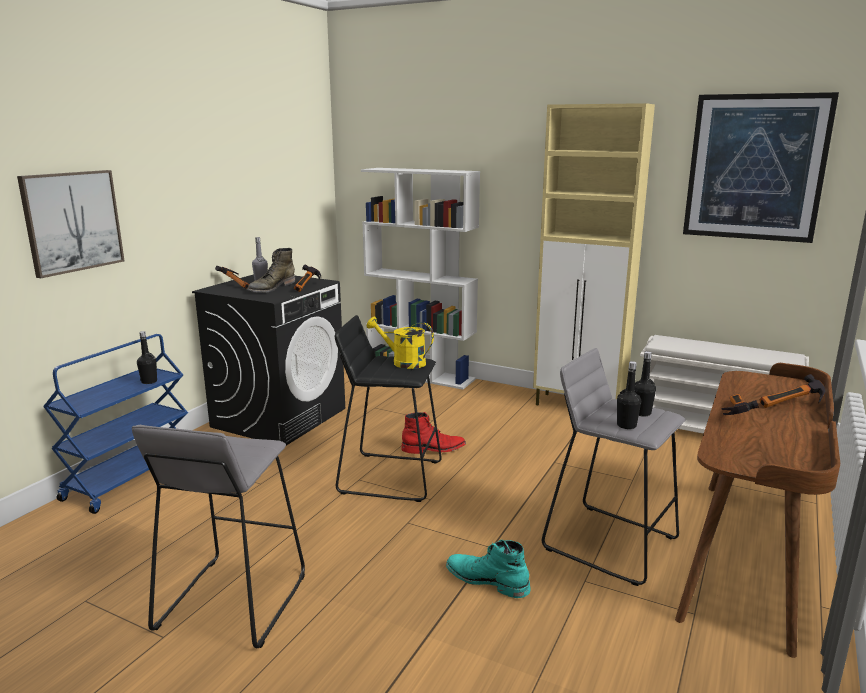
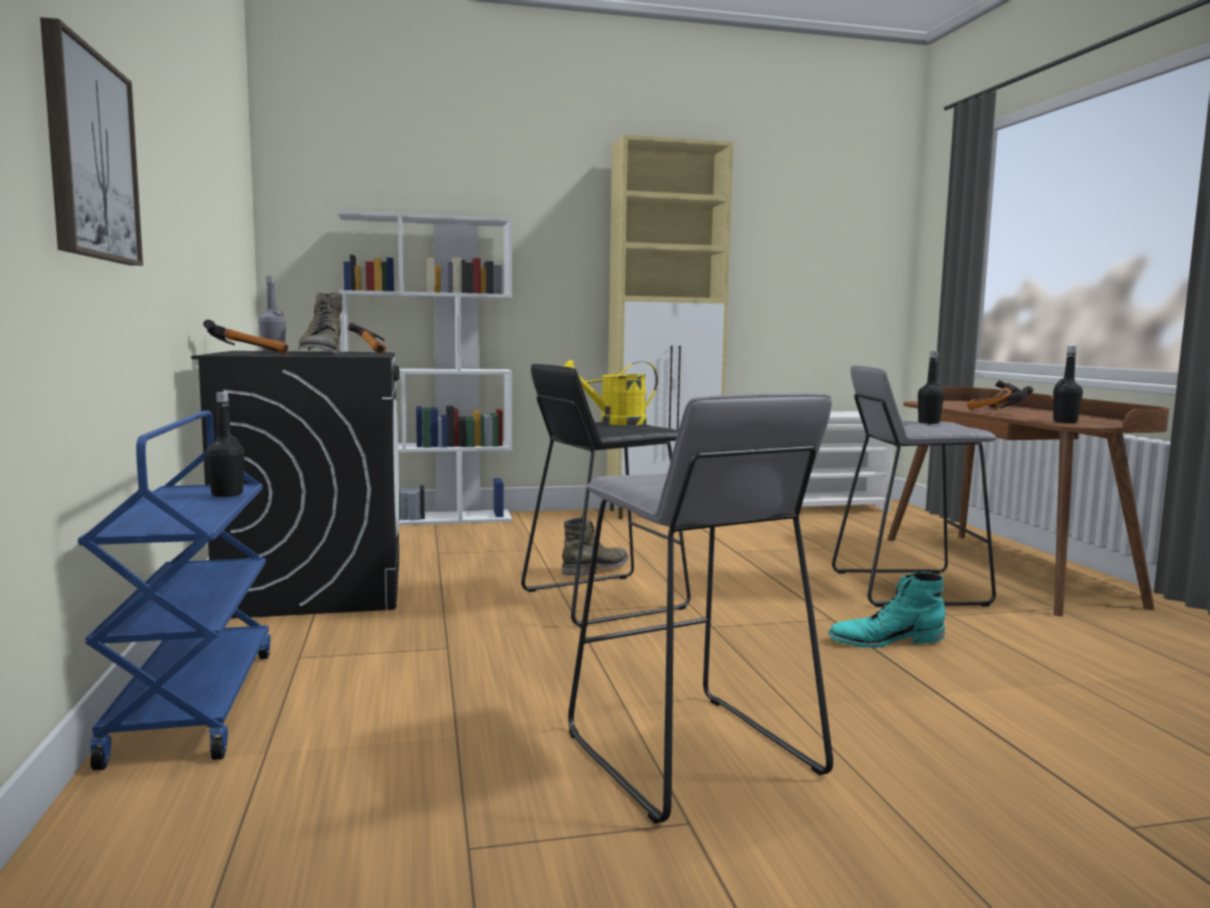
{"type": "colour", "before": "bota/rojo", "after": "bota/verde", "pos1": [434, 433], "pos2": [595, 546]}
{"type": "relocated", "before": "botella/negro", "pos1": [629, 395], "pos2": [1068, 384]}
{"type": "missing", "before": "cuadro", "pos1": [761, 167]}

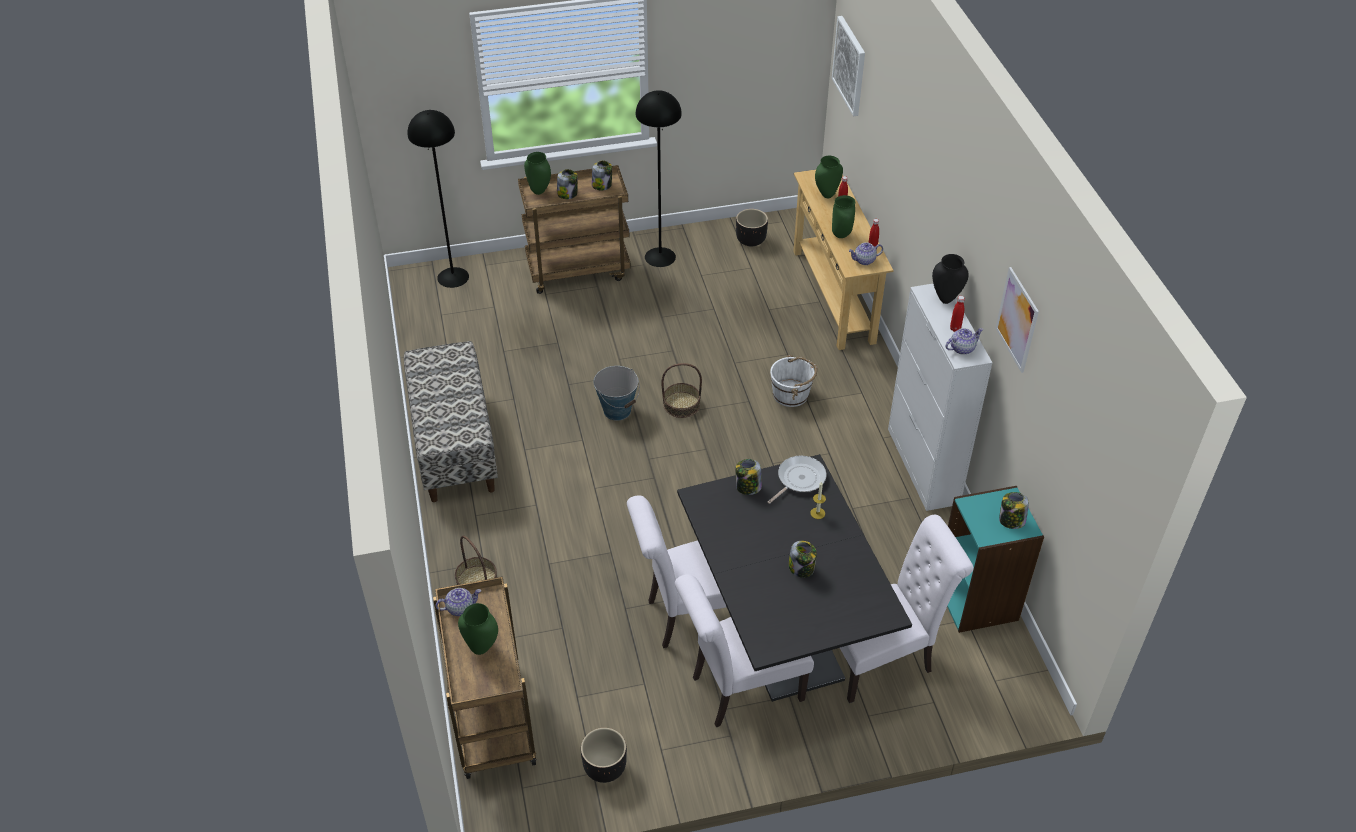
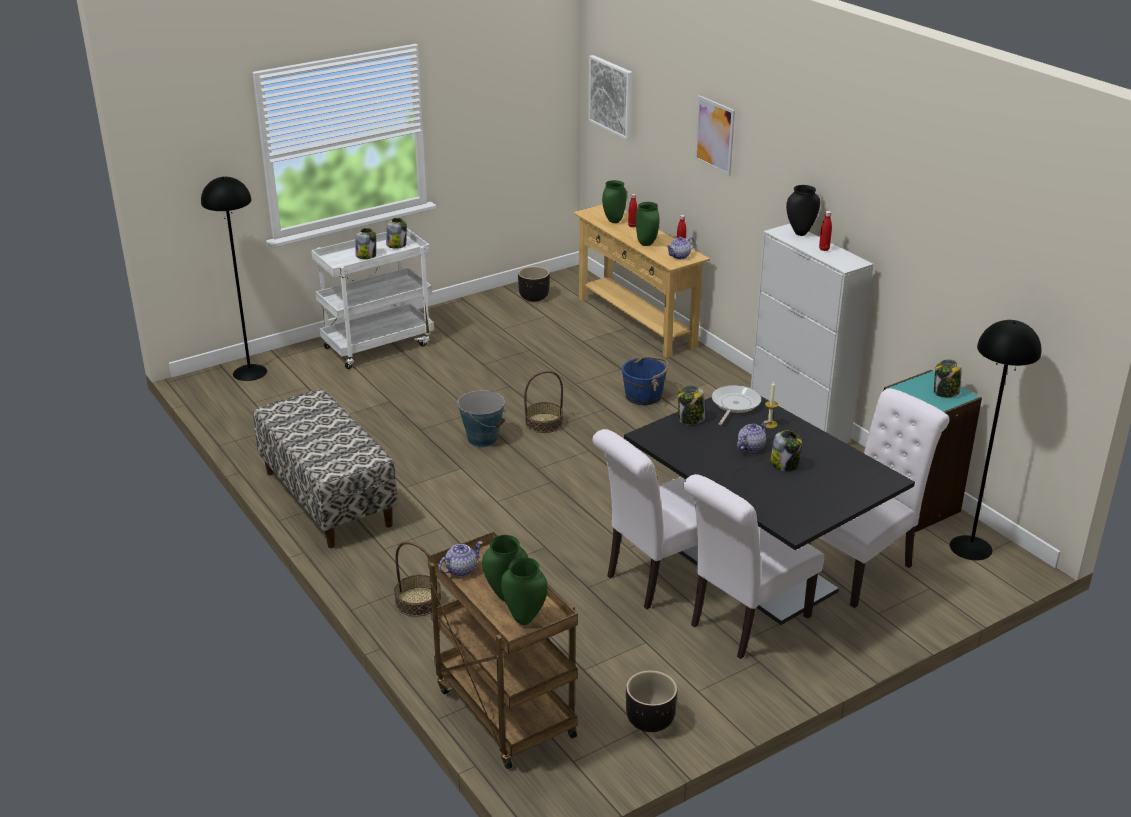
{"type": "colour", "before": "carrito/marrón", "after": "carrito/blanco", "pos1": [574, 229], "pos2": [372, 298]}
{"type": "relocated", "before": "florero/verde", "pos1": [537, 173], "pos2": [524, 591]}
{"type": "relocated", "before": "lámpara de pie/negro", "pos1": [659, 178], "pos2": [995, 440]}
{"type": "colour", "before": "cubo/blanco", "after": "cubo/azul", "pos1": [793, 381], "pos2": [645, 380]}
{"type": "relocated", "before": "tetera", "pos1": [964, 341], "pos2": [752, 436]}
{"type": "relocated", "before": "cuadro", "pos1": [1017, 320], "pos2": [715, 135]}

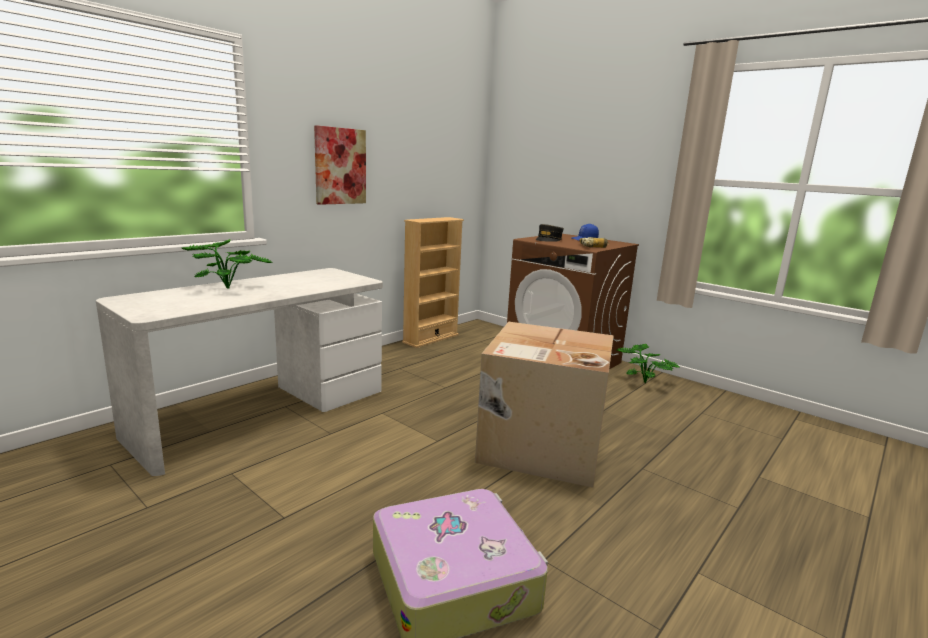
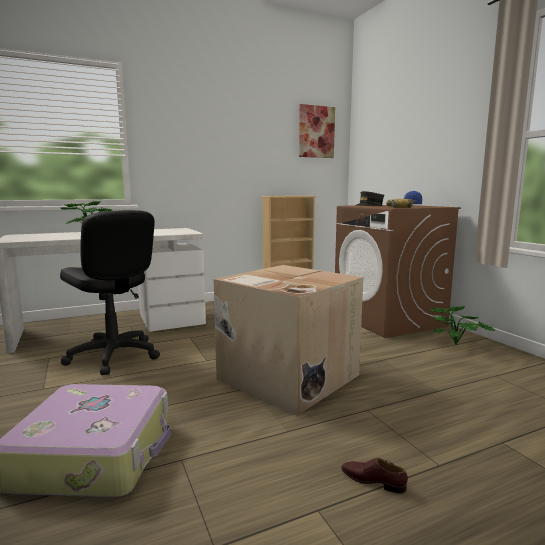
{"type": "relocated", "before": "cuadro", "pos1": [340, 165], "pos2": [317, 131]}
{"type": "appeared", "after": "silla de oficina/negro", "pos2": [110, 292]}
{"type": "appeared", "after": "zapato/marrón", "pos2": [374, 475]}

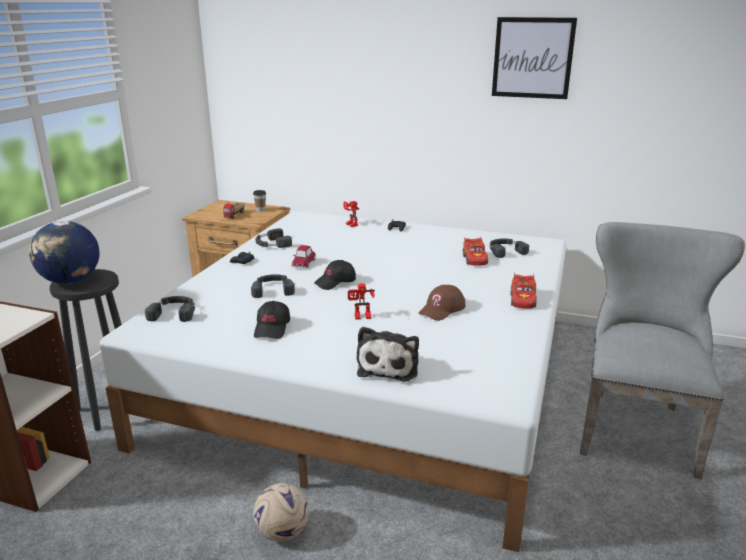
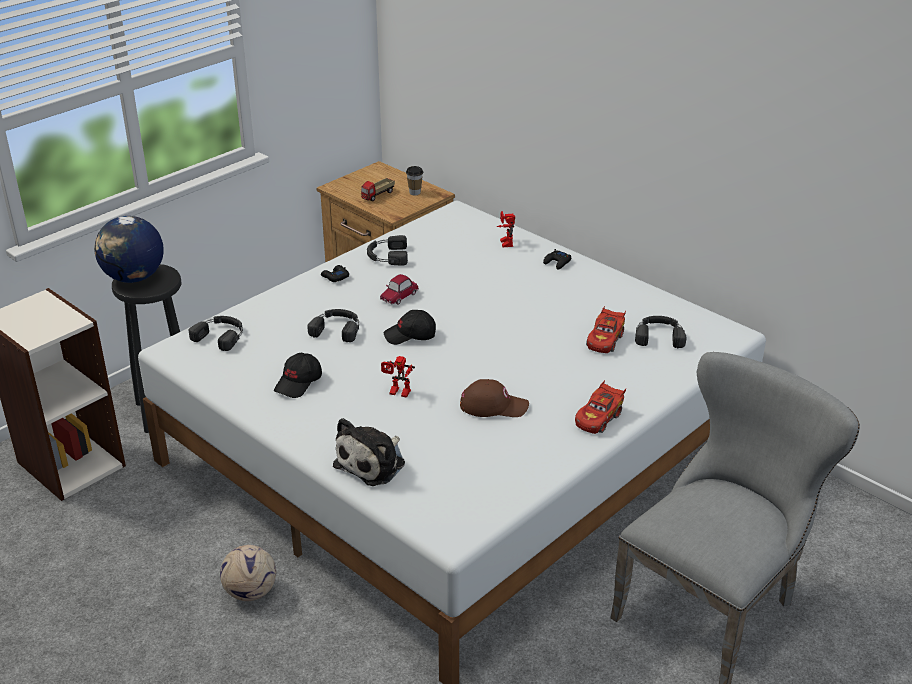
{"type": "spun", "before": "gorra/marrón", "pos1": [442, 303], "pos2": [494, 398], "turn": -150}
{"type": "missing", "before": "cuadro", "pos1": [534, 58]}

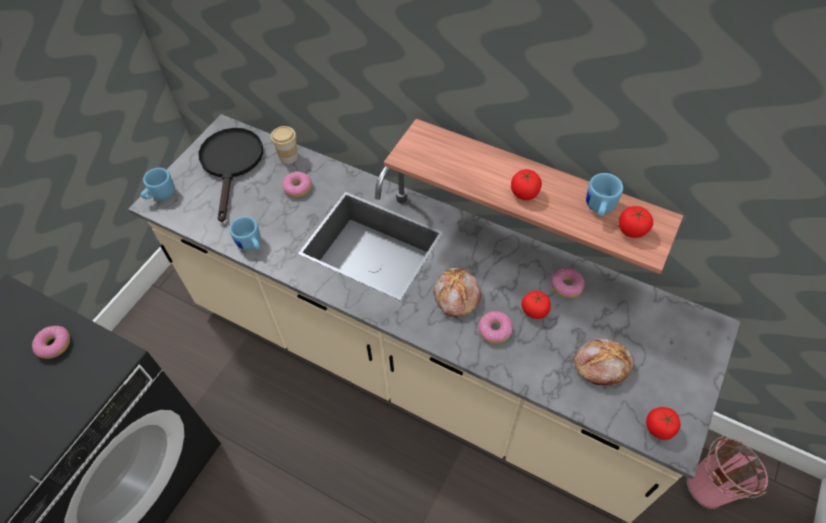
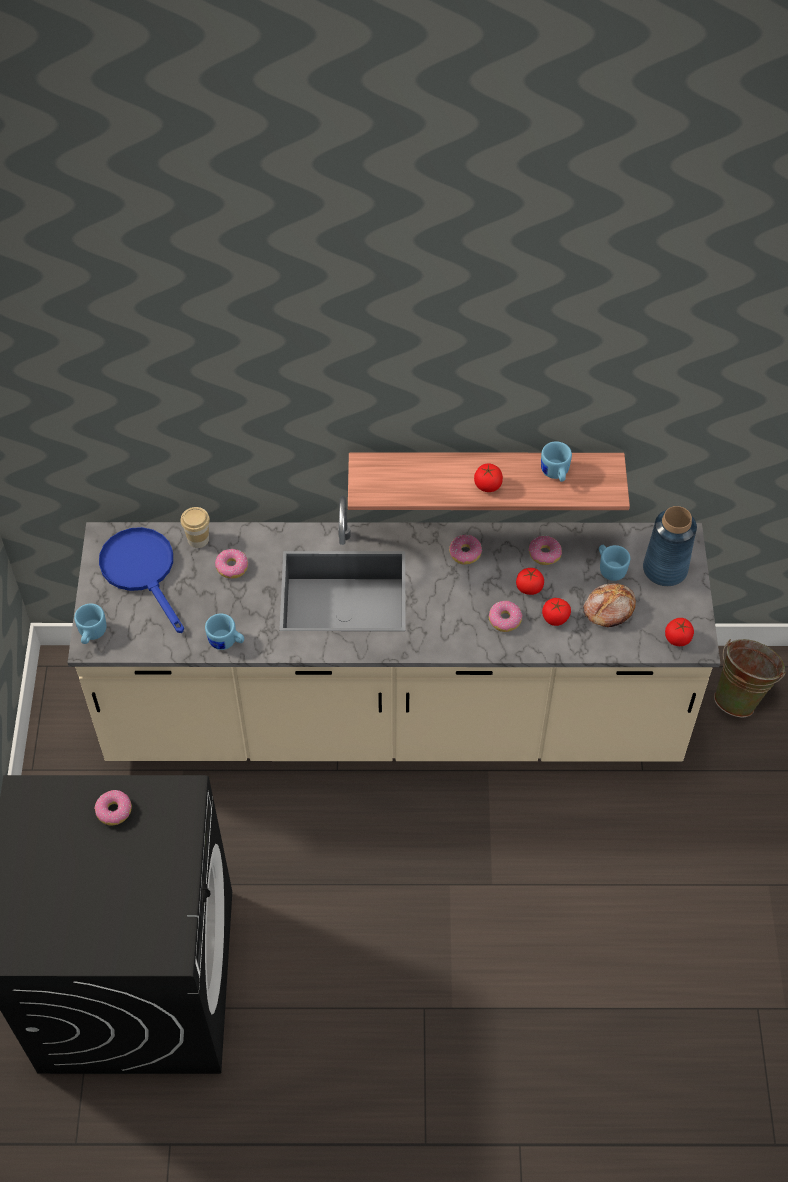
{"type": "colour", "before": "sartén/negro", "after": "sartén/azul", "pos1": [231, 175], "pos2": [141, 580]}
{"type": "missing", "before": "pan", "pos1": [457, 293]}
{"type": "relocated", "before": "tomate", "pos1": [636, 222], "pos2": [556, 612]}
{"type": "colour", "before": "cubo/rosa", "after": "cubo/verde", "pos1": [727, 472], "pos2": [750, 678]}
{"type": "appeared", "after": "rosquilla", "pos2": [465, 550]}
{"type": "appeared", "after": "taza grande/azul", "pos2": [614, 563]}
{"type": "appeared", "after": "florero/azul", "pos2": [670, 546]}

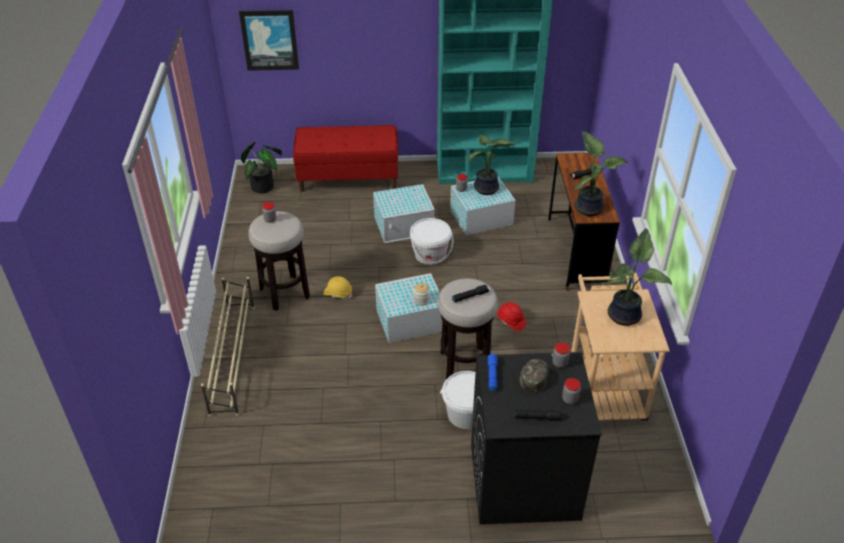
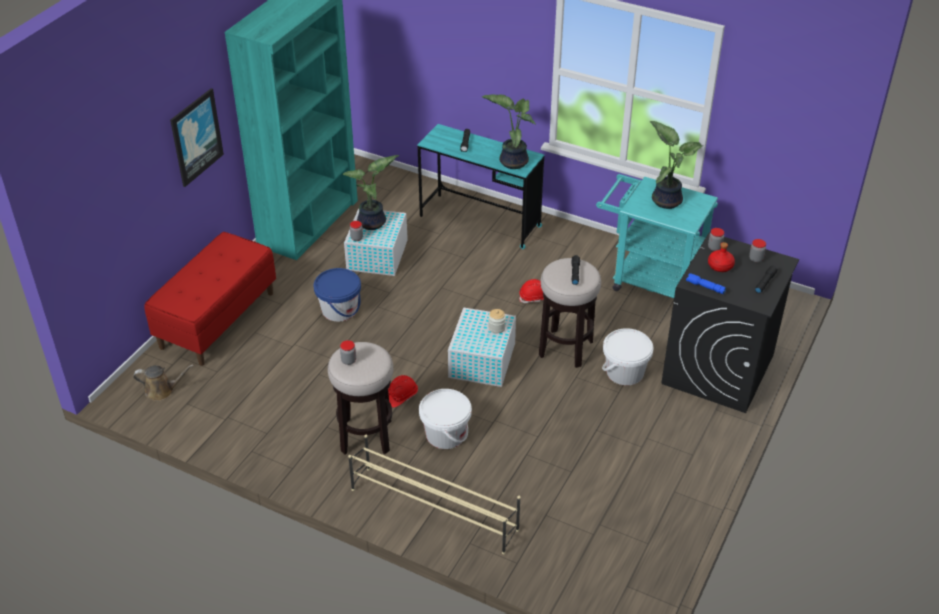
{"type": "relocated", "before": "cuadro", "pos1": [269, 40], "pos2": [197, 137]}
{"type": "exchanged", "before": "planta en maceta", "after": "regadera/marrón", "pos1": [261, 167], "pos2": [163, 382]}
{"type": "colour", "before": "casco/amarillo", "after": "casco/rojo", "pos1": [338, 287], "pos2": [403, 391]}
{"type": "exchanged", "before": "caja de almacenaje/blanco", "after": "cubo/azul", "pos1": [404, 213], "pos2": [337, 295]}
{"type": "relocated", "before": "cubo/blanco", "pos1": [431, 241], "pos2": [445, 419]}
{"type": "exchanged", "before": "gorra/verde", "after": "botella/rojo", "pos1": [534, 375], "pos2": [721, 257]}
{"type": "colour", "before": "escritorio/marrón", "after": "escritorio/turquesa", "pos1": [584, 222], "pos2": [480, 186]}
{"type": "colour", "before": "carrito/beis", "after": "carrito/turquesa", "pos1": [620, 347], "pos2": [657, 236]}

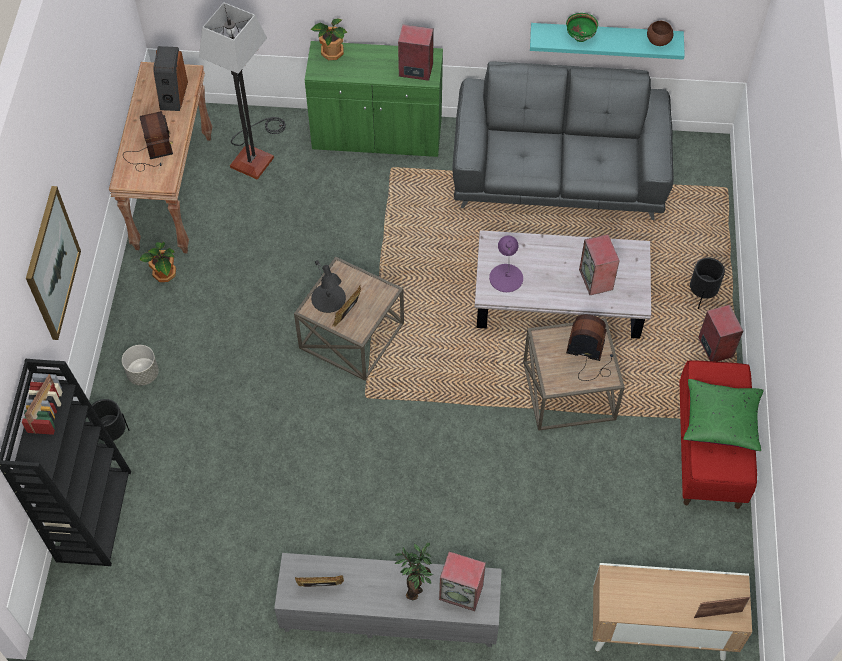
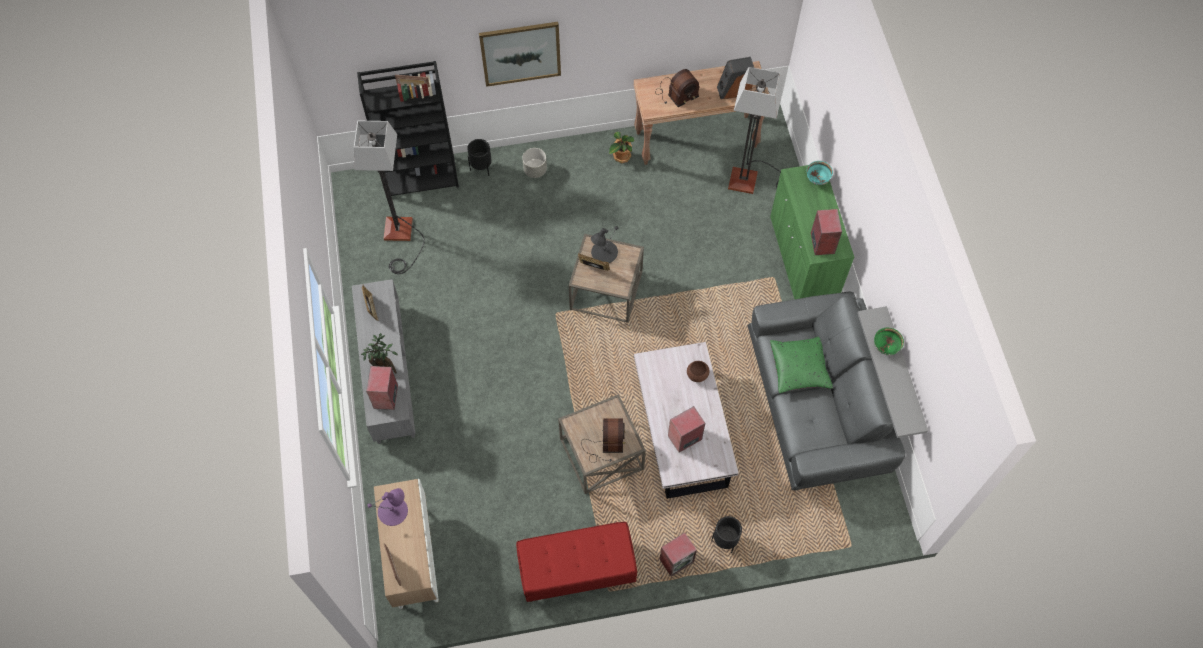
{"type": "exchanged", "before": "planta en maceta", "after": "cuenco/turquesa", "pos1": [329, 39], "pos2": [820, 173]}
{"type": "relocated", "before": "lámpara de mesa/morado", "pos1": [506, 263], "pos2": [388, 507]}
{"type": "colour", "before": "estante/turquesa", "after": "estante/gris", "pos1": [607, 41], "pos2": [892, 372]}
{"type": "relocated", "before": "cuenco/marrón", "pos1": [660, 33], "pos2": [698, 371]}
{"type": "relocated", "before": "cojín/verde", "pos1": [723, 415], "pos2": [801, 365]}
{"type": "appeared", "after": "lámpara de pie", "pos2": [389, 197]}

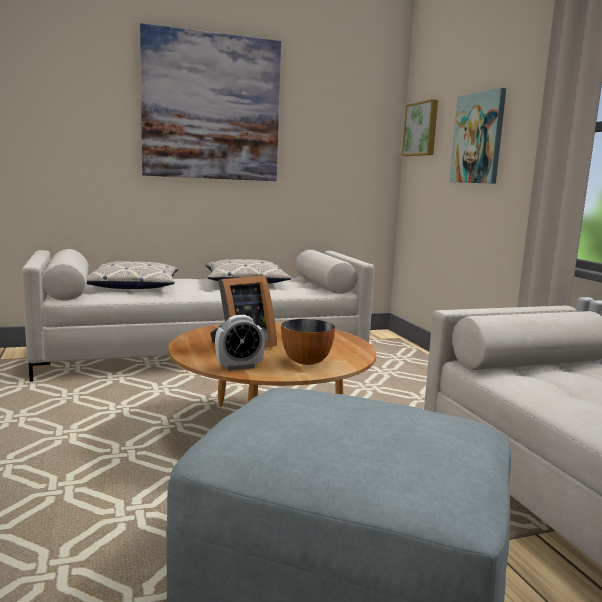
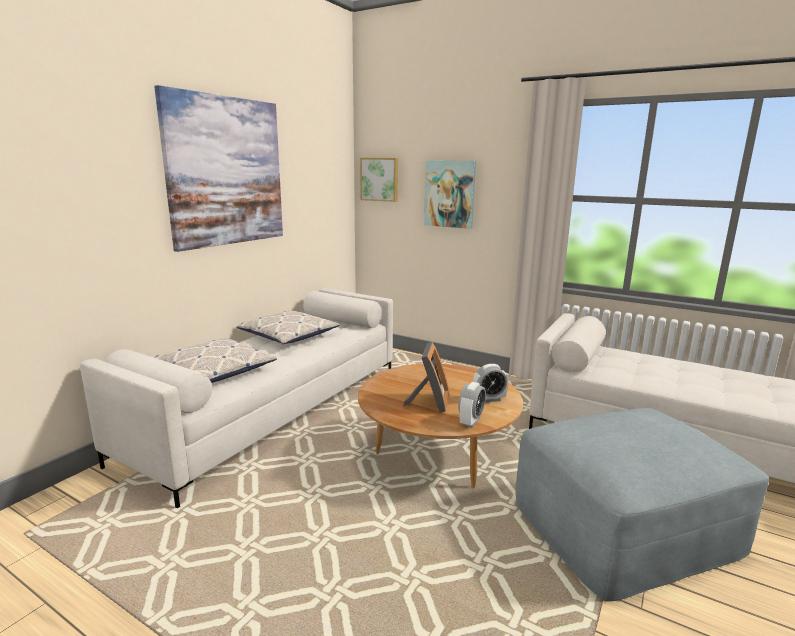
{"type": "exchanged", "before": "cuenco", "after": "despertador", "pos1": [308, 342], "pos2": [491, 383]}

